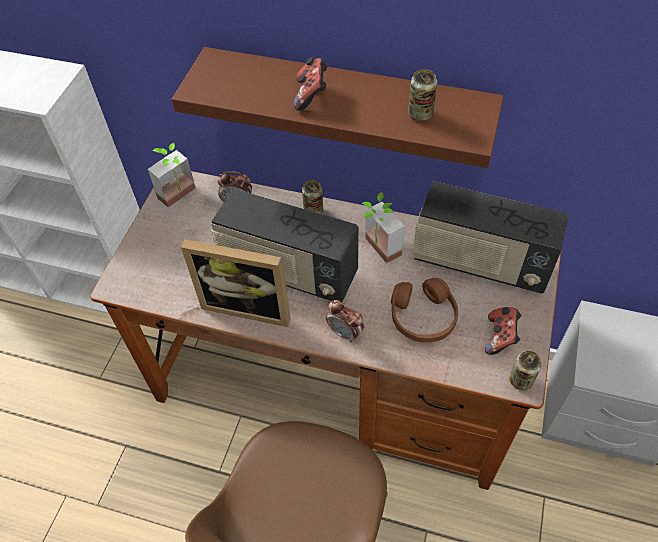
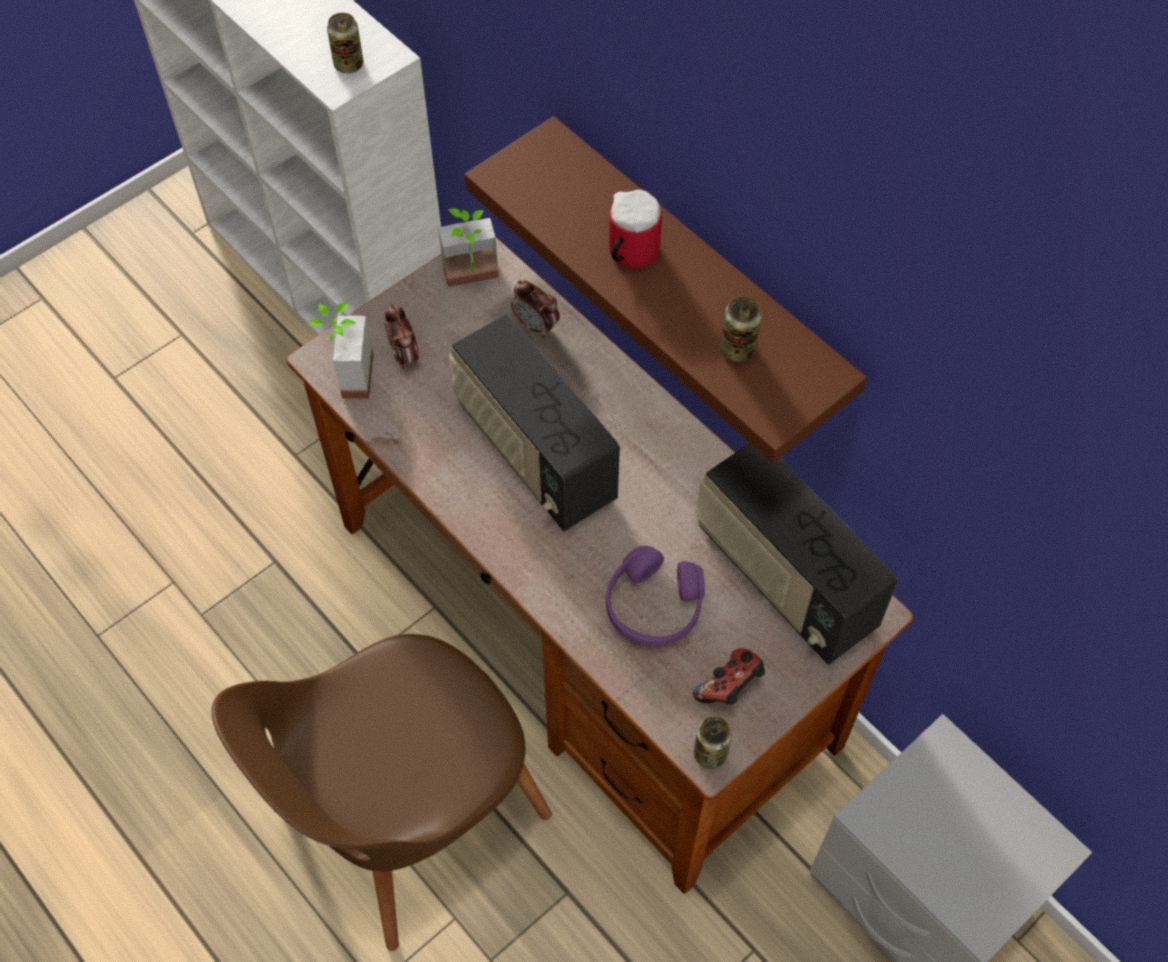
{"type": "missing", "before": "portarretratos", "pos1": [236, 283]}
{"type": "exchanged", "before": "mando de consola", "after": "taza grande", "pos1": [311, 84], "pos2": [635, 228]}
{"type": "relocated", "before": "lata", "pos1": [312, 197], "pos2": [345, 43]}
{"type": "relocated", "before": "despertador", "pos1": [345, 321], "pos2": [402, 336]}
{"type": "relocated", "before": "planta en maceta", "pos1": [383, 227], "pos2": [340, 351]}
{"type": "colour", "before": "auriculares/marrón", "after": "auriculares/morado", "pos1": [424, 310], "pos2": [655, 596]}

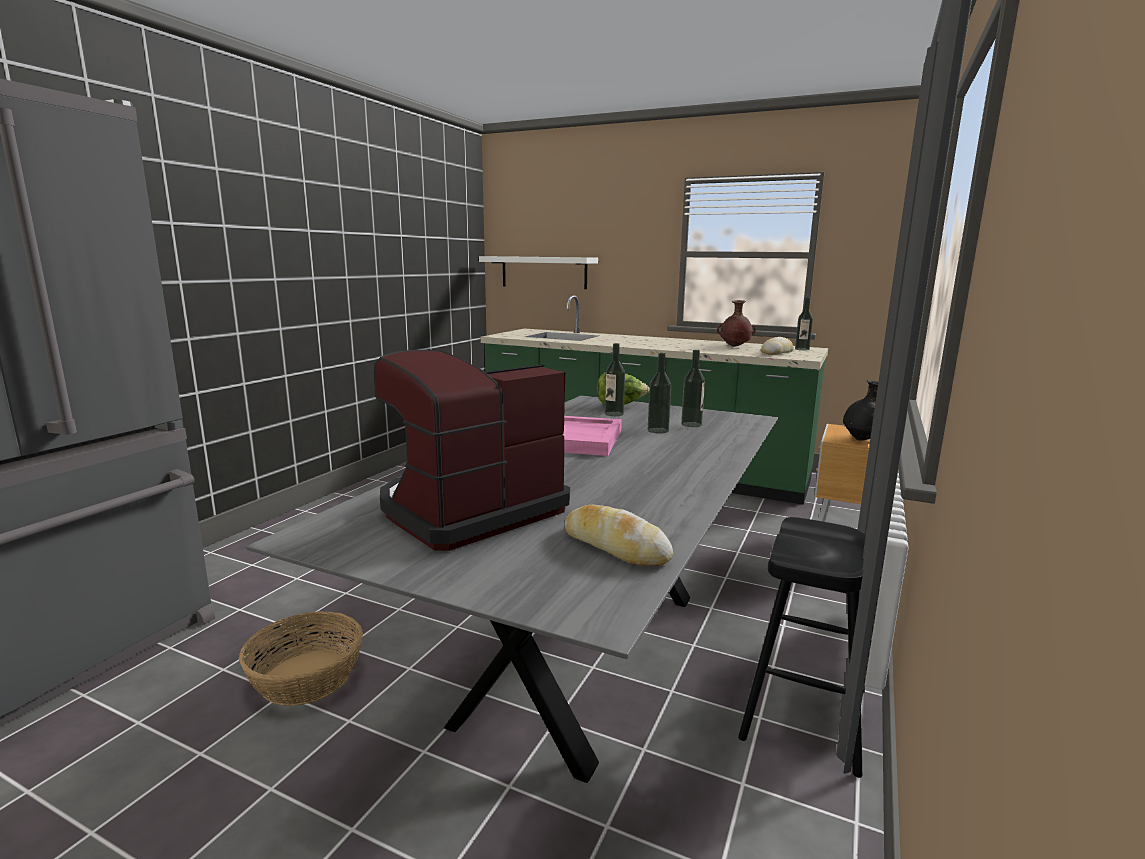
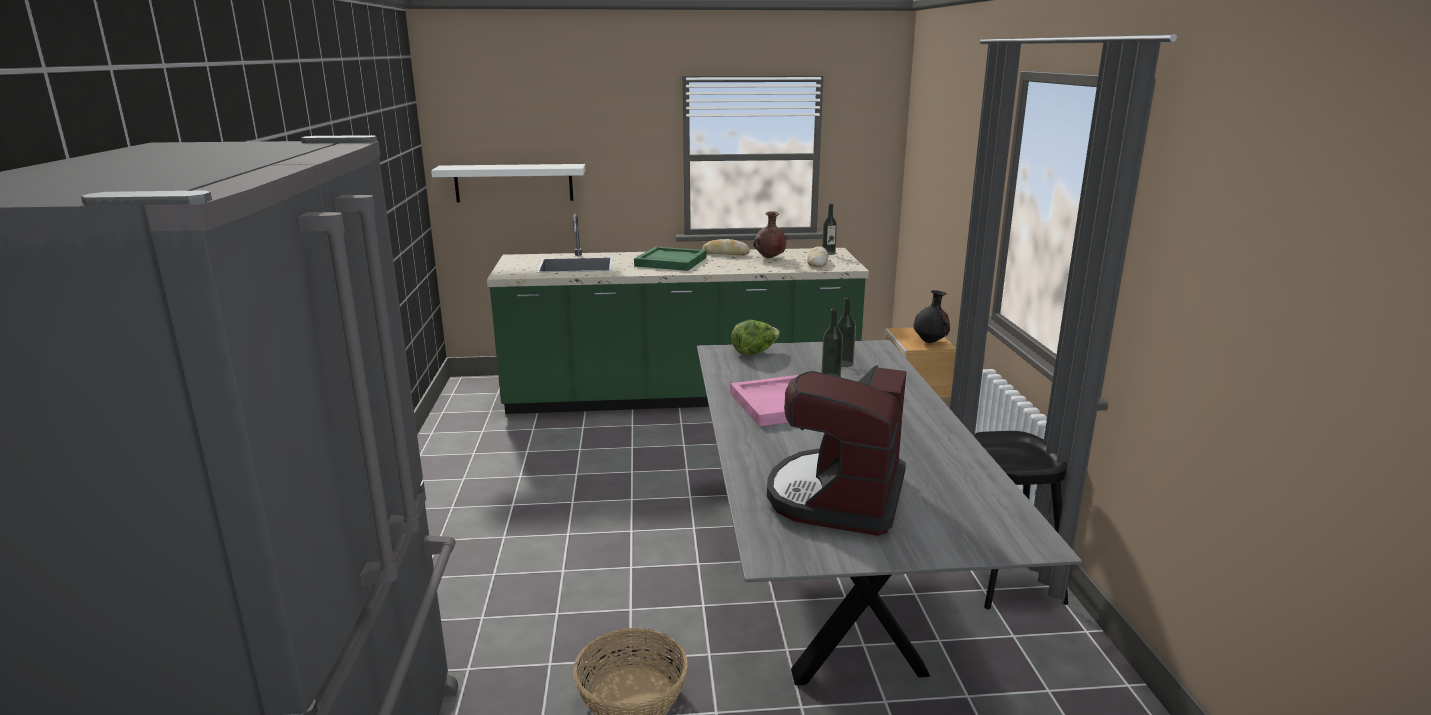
{"type": "relocated", "before": "pan", "pos1": [619, 535], "pos2": [726, 247]}
{"type": "missing", "before": "botella", "pos1": [615, 379]}
{"type": "appeared", "after": "bandeja/verde", "pos2": [670, 259]}

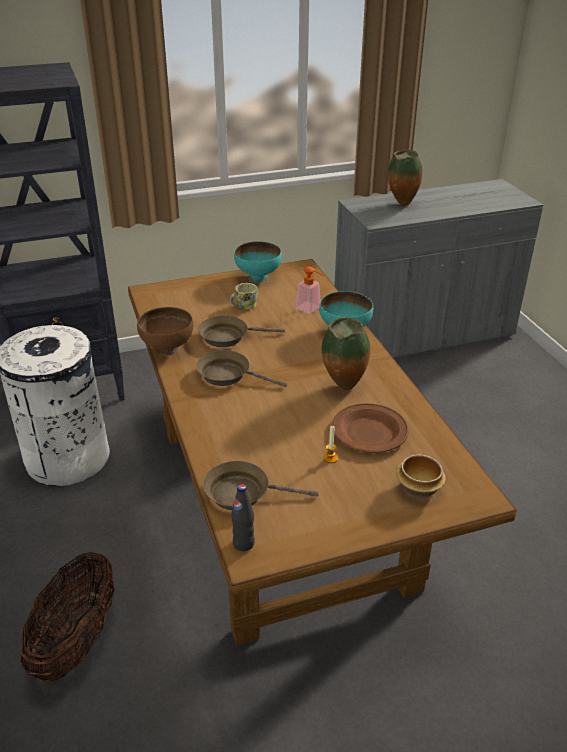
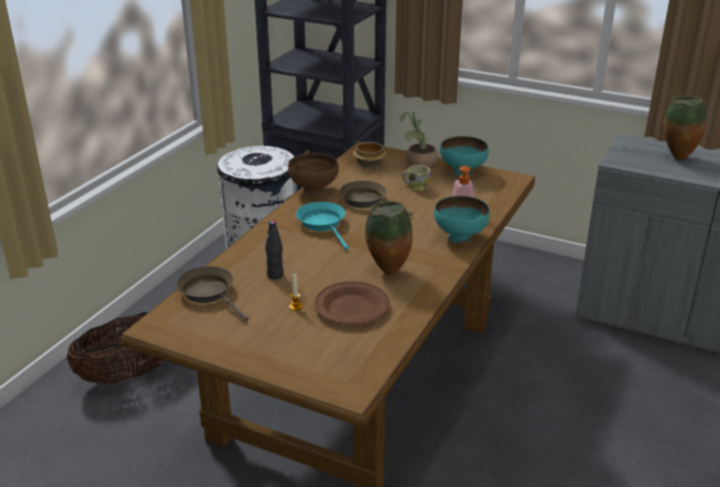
{"type": "colour", "before": "sartén/marrón", "after": "sartén/turquesa", "pos1": [241, 368], "pos2": [322, 226]}
{"type": "relocated", "before": "botella/negro", "pos1": [243, 517], "pos2": [274, 250]}
{"type": "relocated", "before": "cuenco", "pos1": [421, 476], "pos2": [369, 155]}
{"type": "appeared", "after": "planta en maceta", "pos2": [418, 139]}

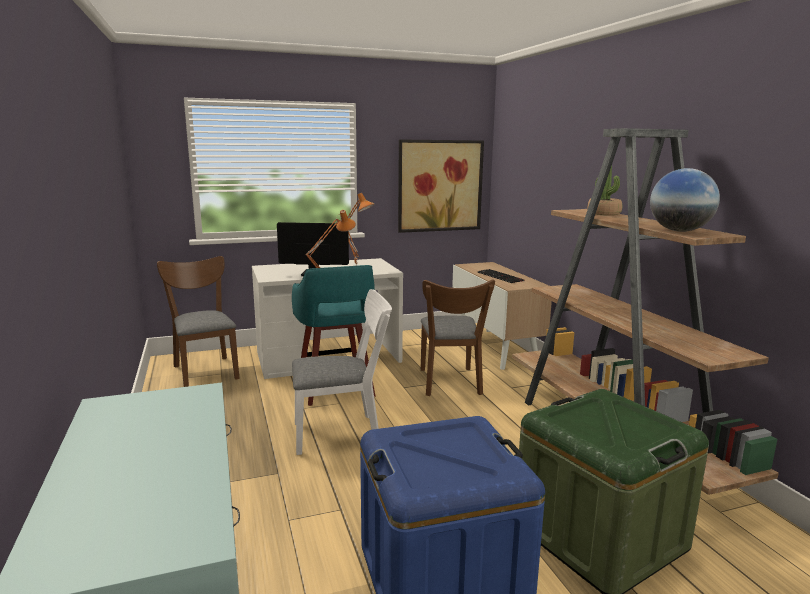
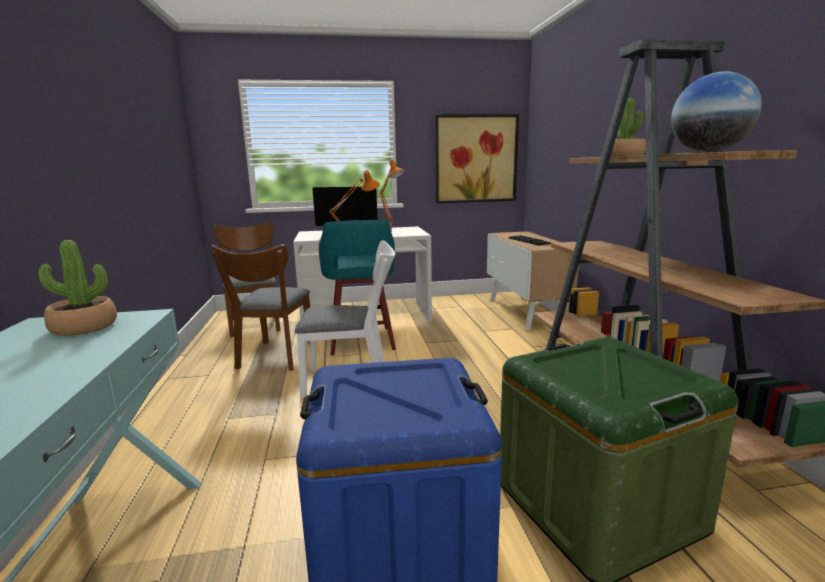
{"type": "relocated", "before": "silla/marrón", "pos1": [458, 337], "pos2": [260, 308]}
{"type": "appeared", "after": "planta en maceta", "pos2": [78, 288]}

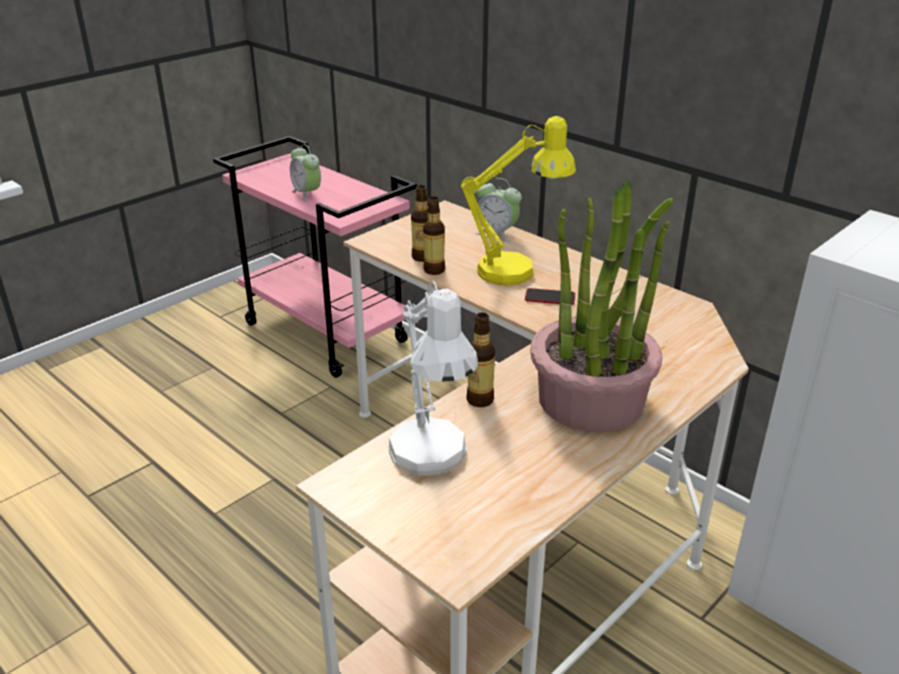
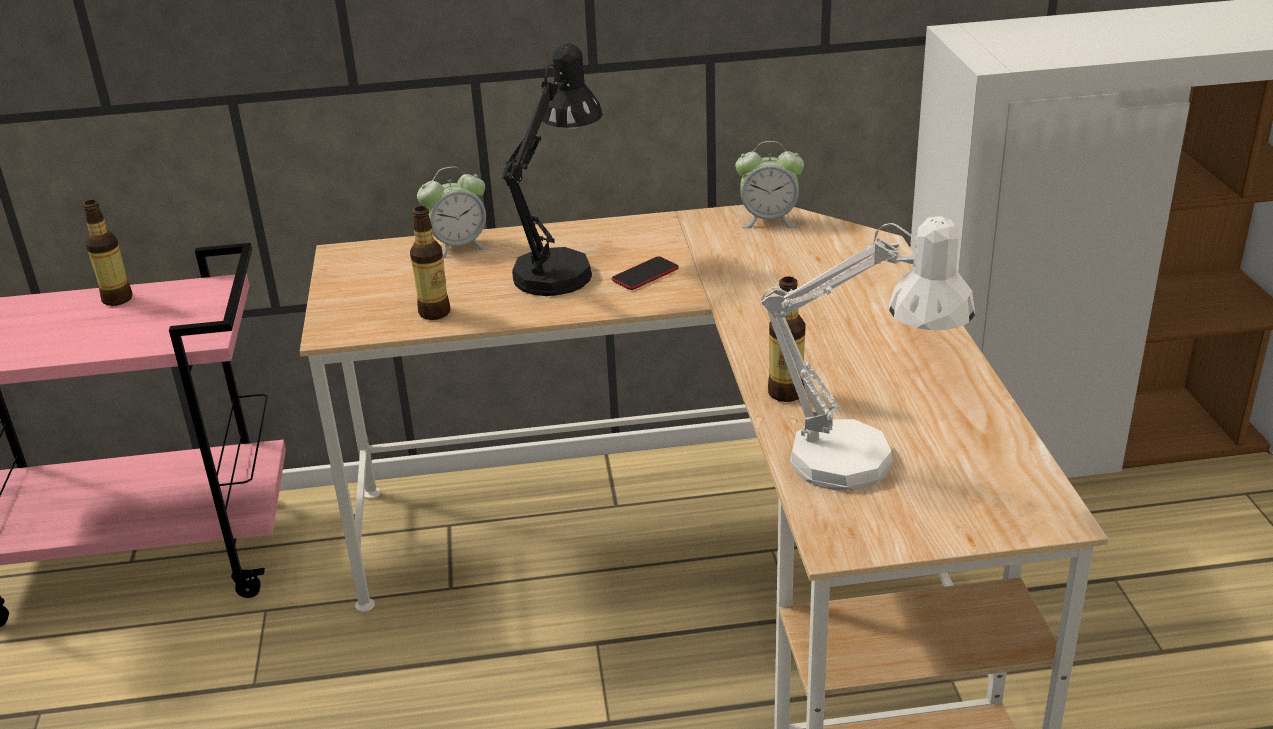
{"type": "relocated", "before": "despertador", "pos1": [305, 173], "pos2": [769, 184]}
{"type": "relocated", "before": "botella", "pos1": [434, 236], "pos2": [108, 253]}
{"type": "colour", "before": "lámpara de mesa/amarillo", "after": "lámpara de mesa/negro", "pos1": [518, 200], "pos2": [552, 169]}
{"type": "missing", "before": "planta en maceta", "pos1": [602, 306]}

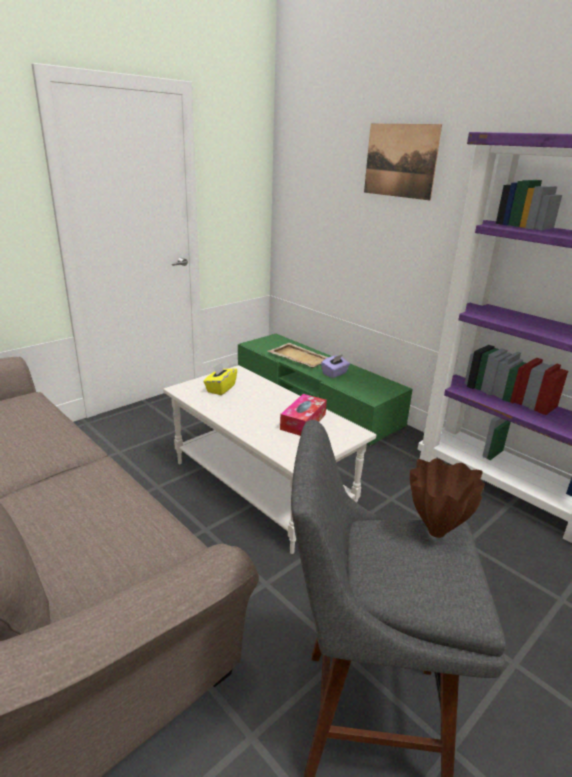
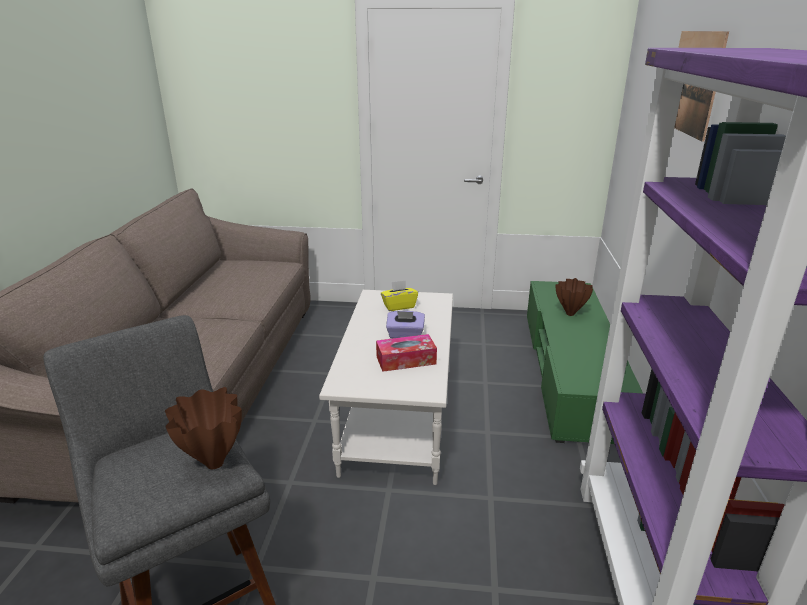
{"type": "exchanged", "before": "bandeja/beis", "after": "florero/marrón", "pos1": [298, 355], "pos2": [574, 297]}
{"type": "relocated", "before": "caja de pañuelos/morado", "pos1": [335, 366], "pos2": [405, 325]}

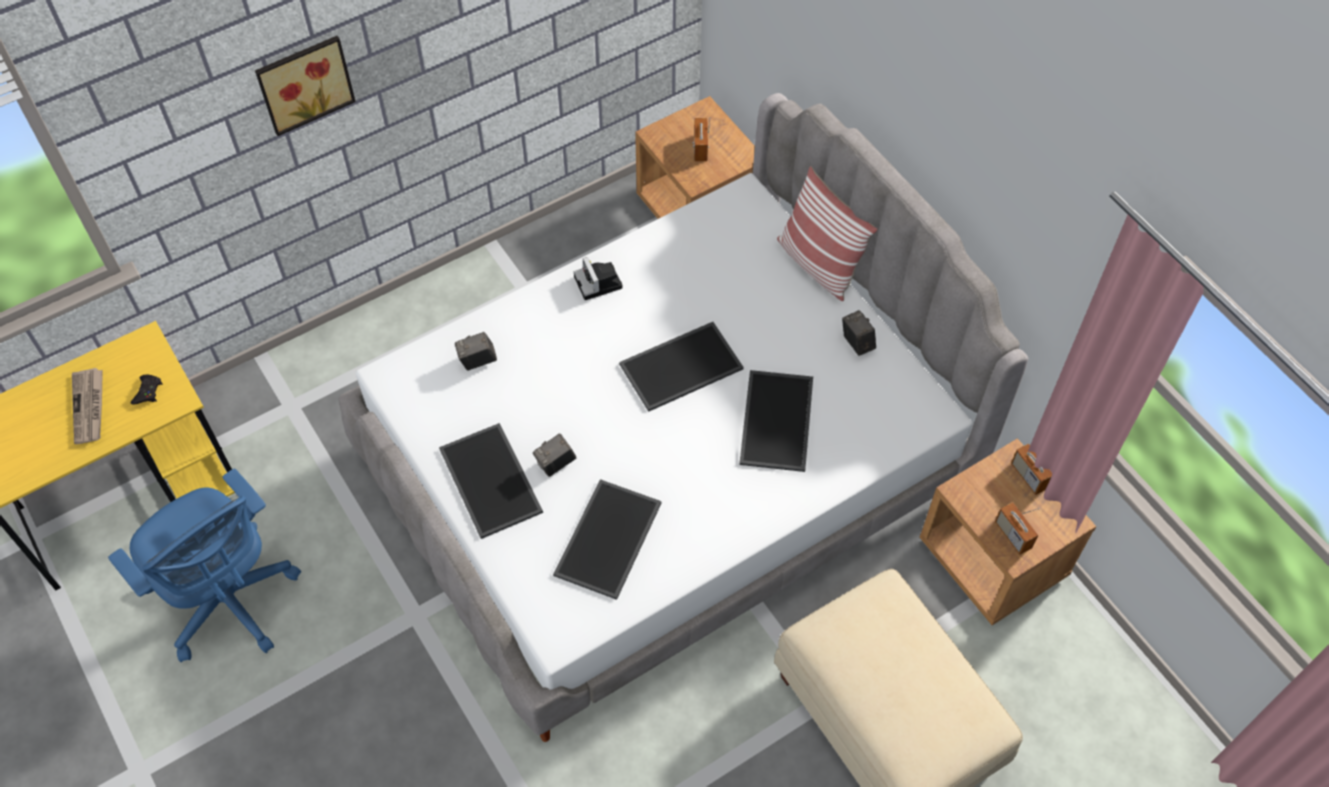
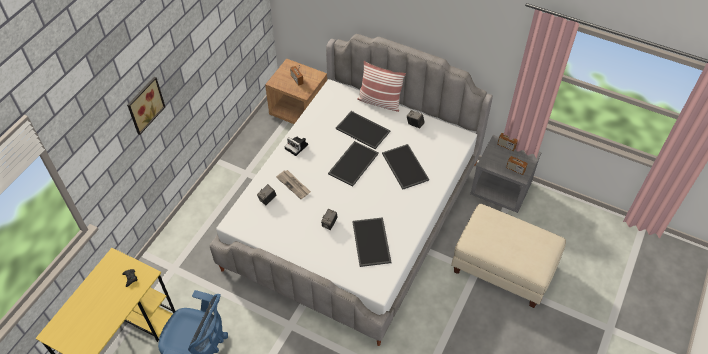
{"type": "relocated", "before": "periódico", "pos1": [87, 406], "pos2": [293, 184]}
{"type": "relocated", "before": "bandeja", "pos1": [491, 481], "pos2": [363, 130]}
{"type": "colour", "before": "mesita de noche/marrón", "after": "mesita de noche/gris", "pos1": [1008, 531], "pos2": [505, 174]}

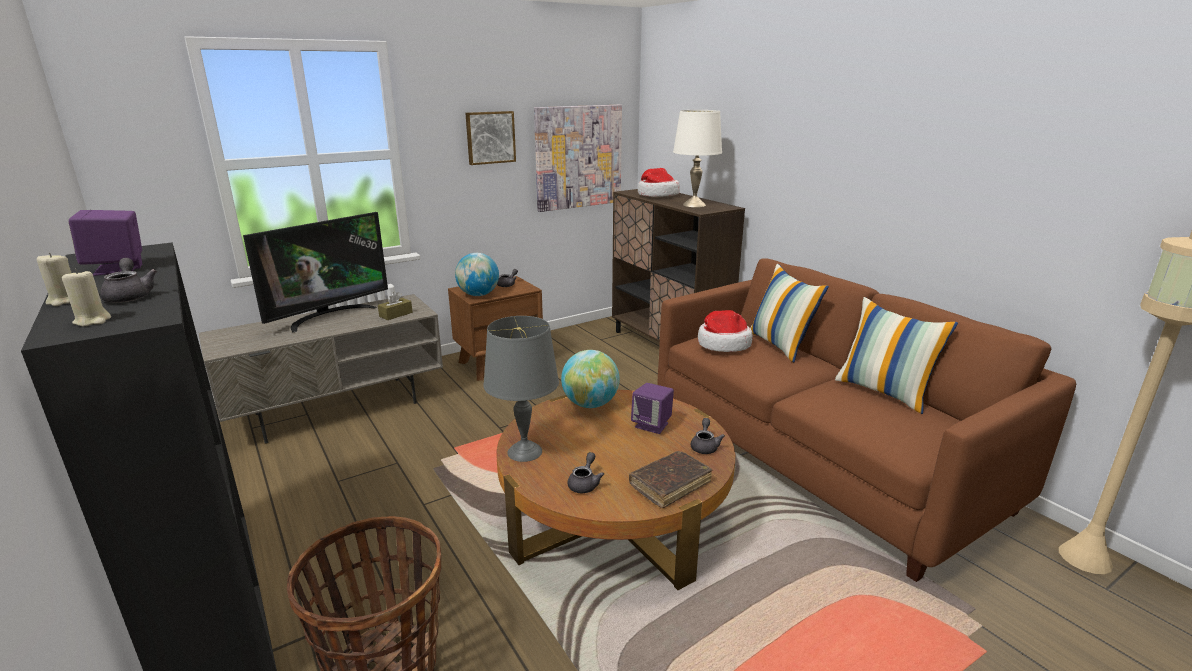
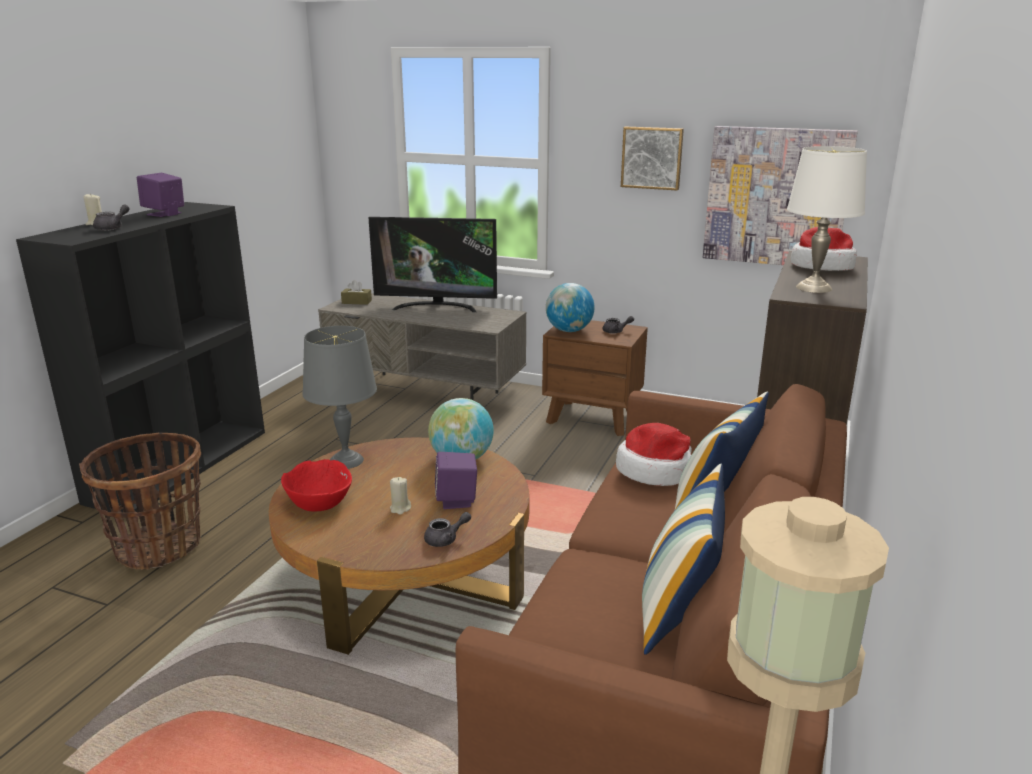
{"type": "relocated", "before": "vela/beis", "pos1": [86, 298], "pos2": [400, 496]}
{"type": "relocated", "before": "caja de pañuelos/marrón", "pos1": [395, 306], "pos2": [356, 292]}
{"type": "exchanged", "before": "tetera/gris", "after": "cuenco/rojo", "pos1": [586, 472], "pos2": [316, 485]}
{"type": "missing", "before": "libro/marrón", "pos1": [671, 479]}

